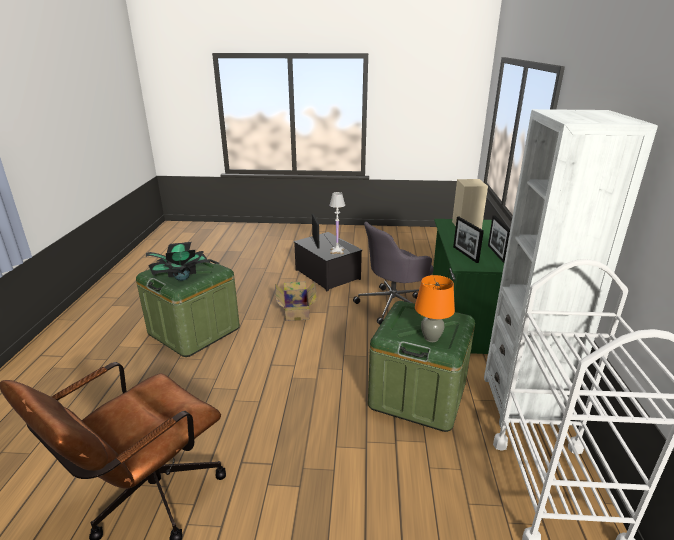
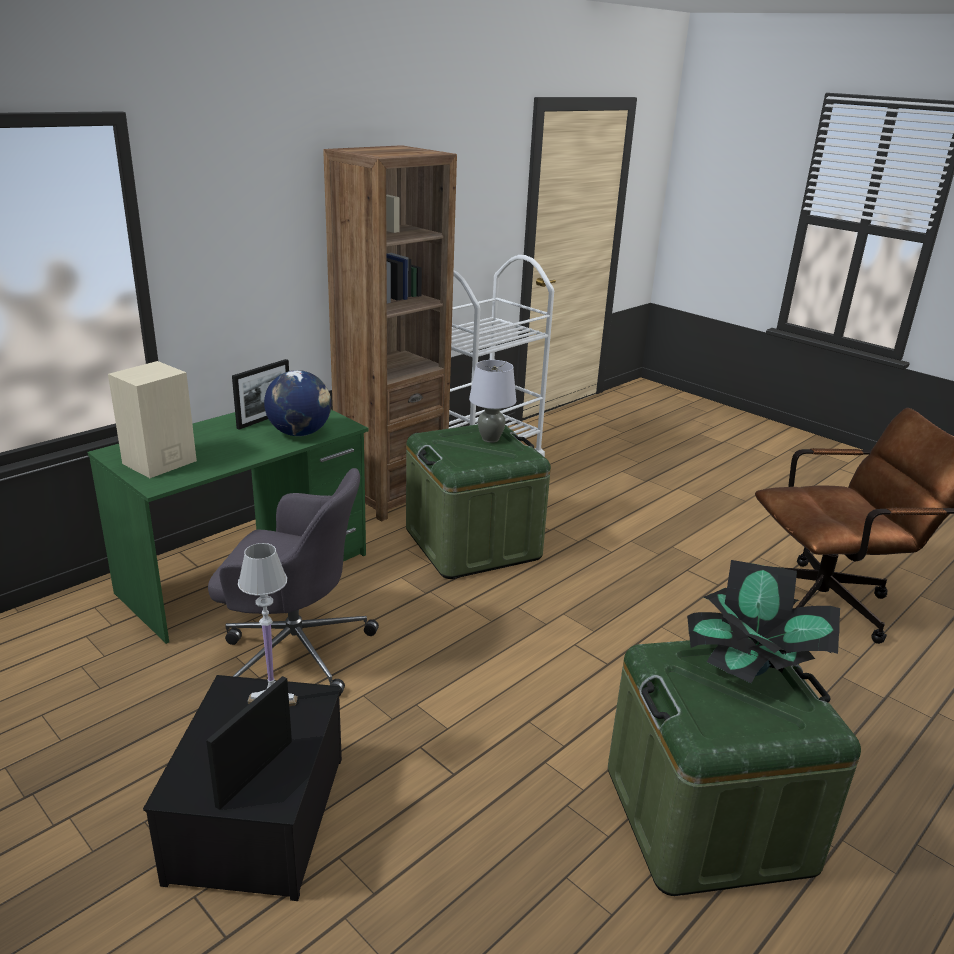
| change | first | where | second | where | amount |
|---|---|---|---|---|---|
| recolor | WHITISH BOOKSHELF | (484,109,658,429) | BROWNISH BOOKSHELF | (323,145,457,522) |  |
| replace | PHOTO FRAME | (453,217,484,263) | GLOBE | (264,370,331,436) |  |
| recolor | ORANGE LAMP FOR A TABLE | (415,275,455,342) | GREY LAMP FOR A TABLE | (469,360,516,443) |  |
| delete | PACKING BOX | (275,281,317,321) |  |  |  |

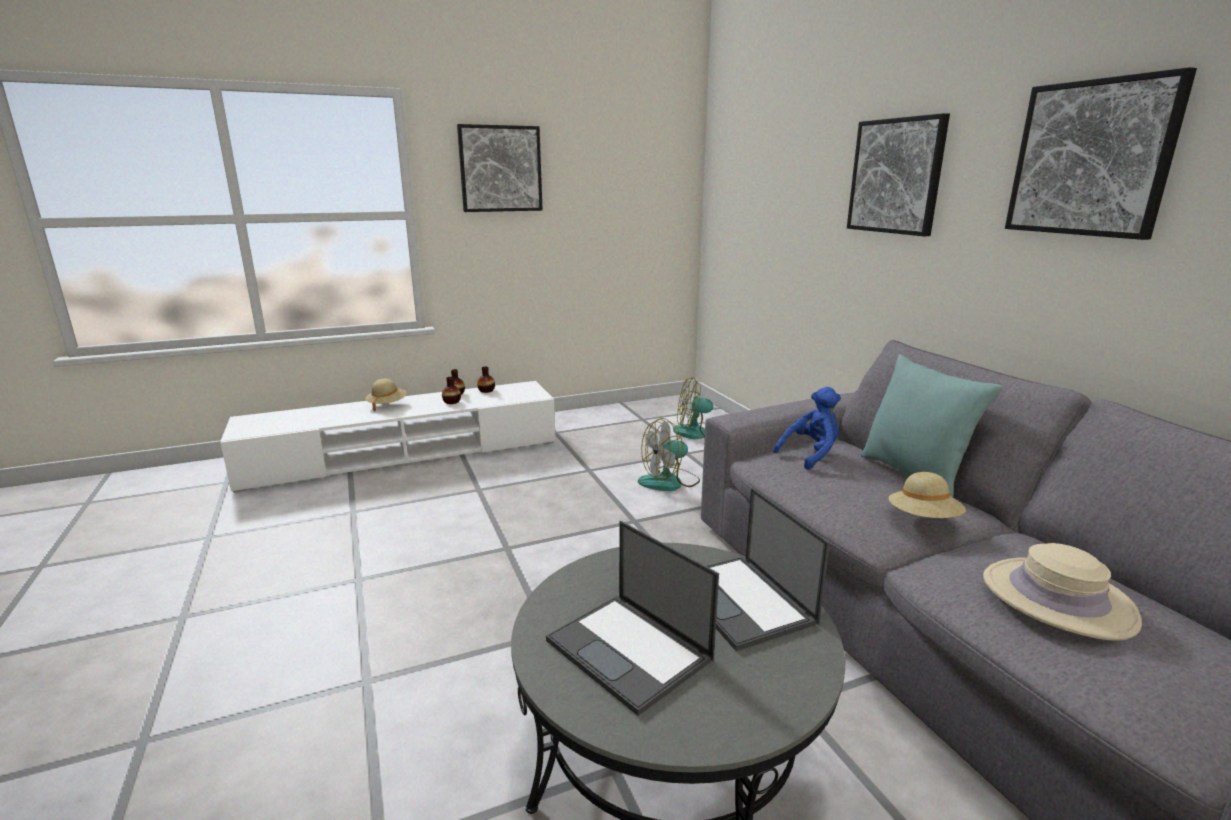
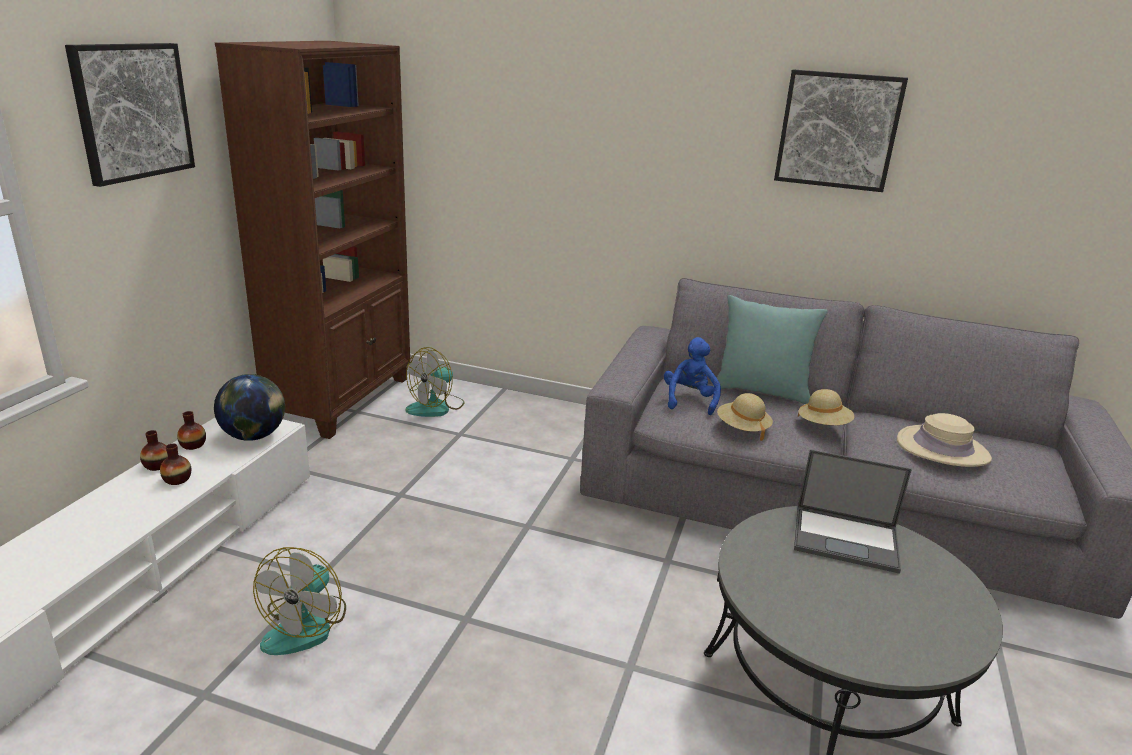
| change | first | where | second | where | amount |
|---|---|---|---|---|---|
| delete | WALL PICTURE | (847,113,950,236) |  |  |  |
| move | SAND-COLOURED CLOTHING HAT | (365,379,407,411) |  | (717,393,773,441) |  |
| move | ELECTRIC FAN | (638,418,700,491) |  | (253,547,346,655) |  |
| delete | PORTABLE COMPUTER | (546,521,719,716) |  |  |  |
| insert |  |  | BROWNISH BOOKSHELF | (215,41,410,439) |  |
| insert |  |  | GLOBE | (214,374,285,441) |  |

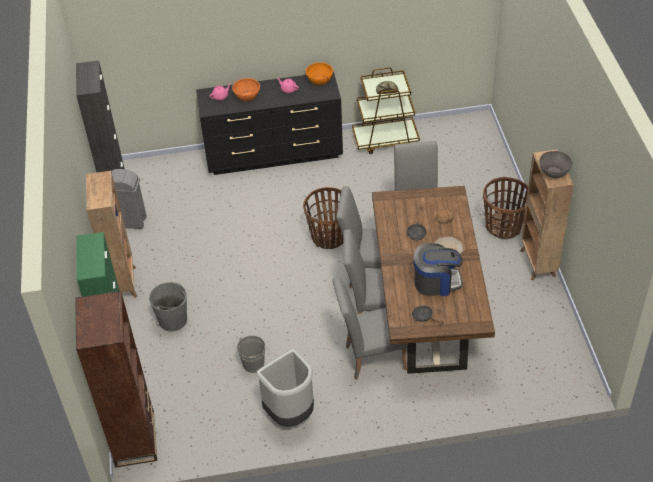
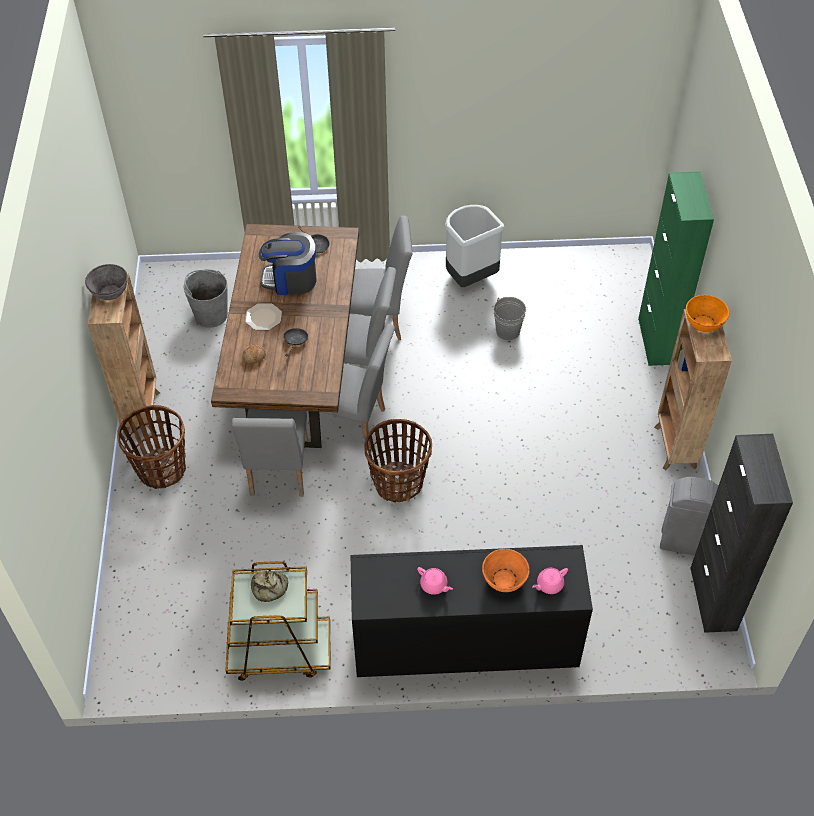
| change | first | where | second | where | amount |
|---|---|---|---|---|---|
| move | ORANGE SERVING BOWL | (306,62,333,85) |  | (686,295,729,332) |  |
| move | GREY WATER BUCKET | (149,282,187,332) |  | (183,269,228,328) |  |
| delete | BROWNISH BOOKSHELF | (75,291,157,467) |  |  |  |

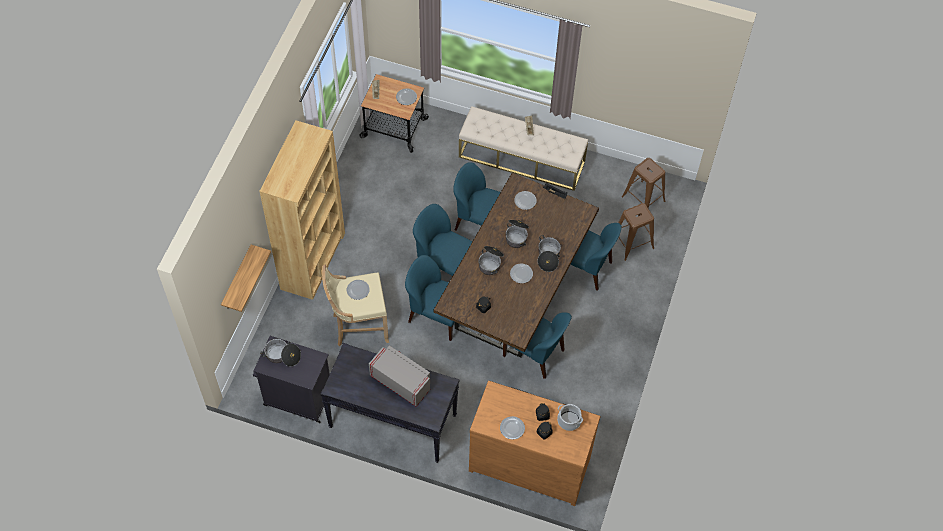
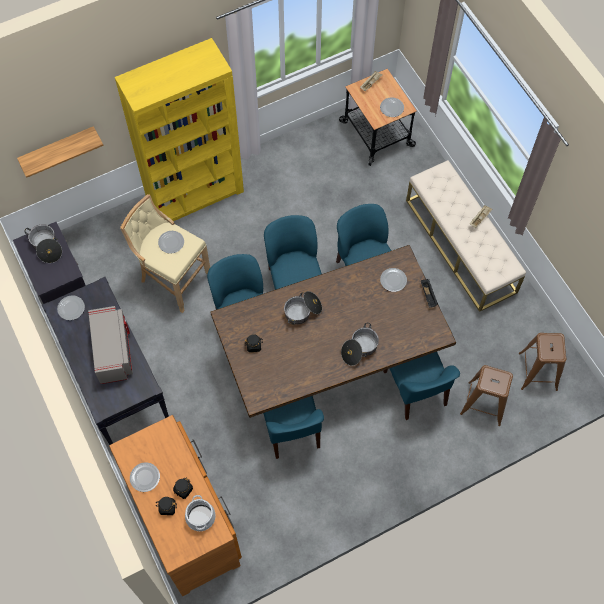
| change | first | where | second | where | amount |
|---|---|---|---|---|---|
| recolor | BROWNISH BOOKSHELF | (259,120,345,300) | YELLOWISH BOOKSHELF | (115,38,244,221) |  |
| delete | STOCKPOT | (506,220,529,248) |  |  |  |
| move | DINNER PLATE | (510,264,533,283) |  | (57,295,85,320) |  |

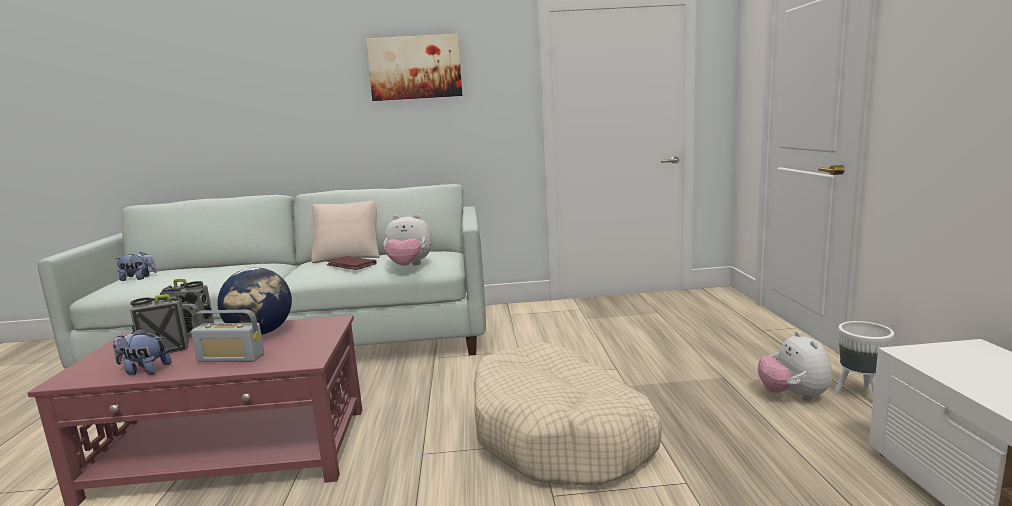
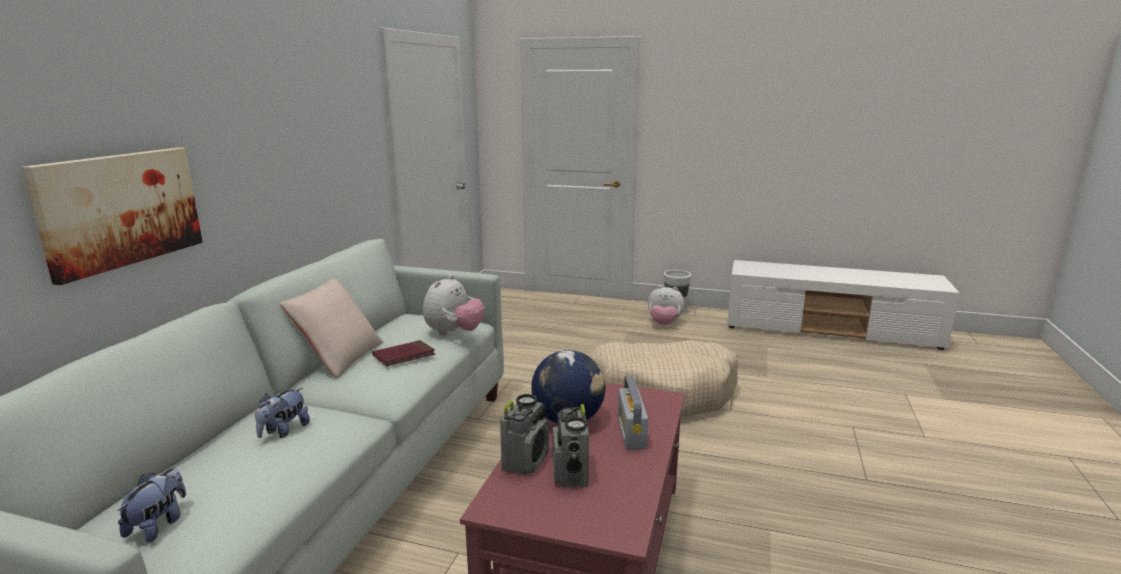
| change | first | where | second | where | amount |
|---|---|---|---|---|---|
| move | WALL PICTURE | (366,34,462,101) |  | (21,147,203,285) |  |
| rotate | RADIO | (191,310,264,362) |  | (618,376,648,450) | 150 degrees clockwise |
| move | PLUSH TOY | (113,328,171,375) |  | (255,388,310,438) |  |

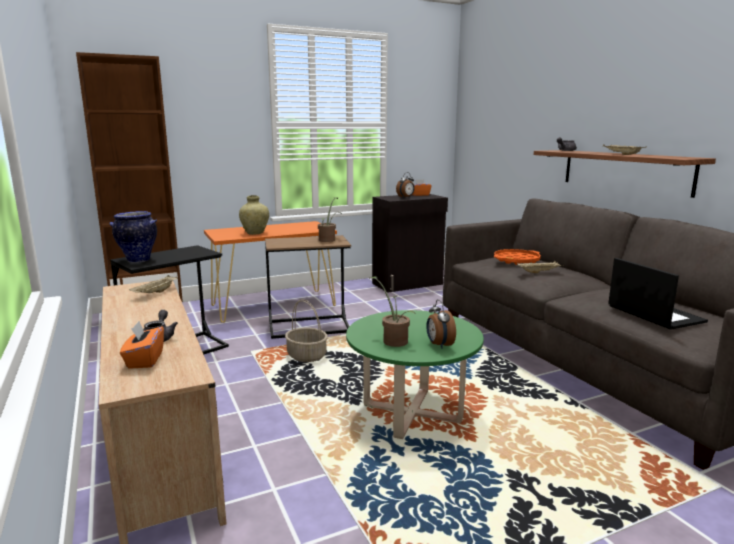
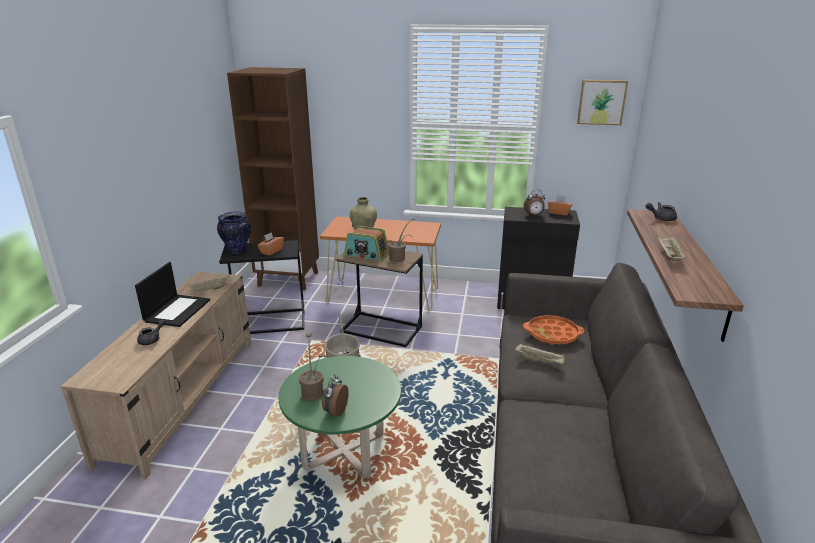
| change | first | where | second | where | amount |
|---|---|---|---|---|---|
| move | PORTABLE COMPUTER | (608,258,708,330) |  | (135,262,210,327) |  |
| move | ORANGE TISSUE HOLDER | (120,321,164,369) |  | (257,232,284,256) |  |
| insert |  |  | WALL PICTURE | (577,80,628,125) |  |
| insert |  |  | RADIO | (344,226,389,261) |  |

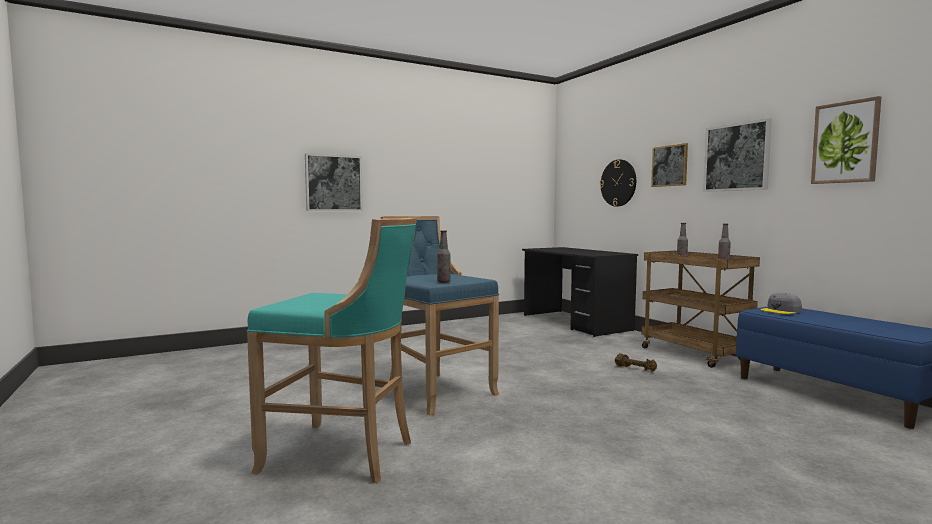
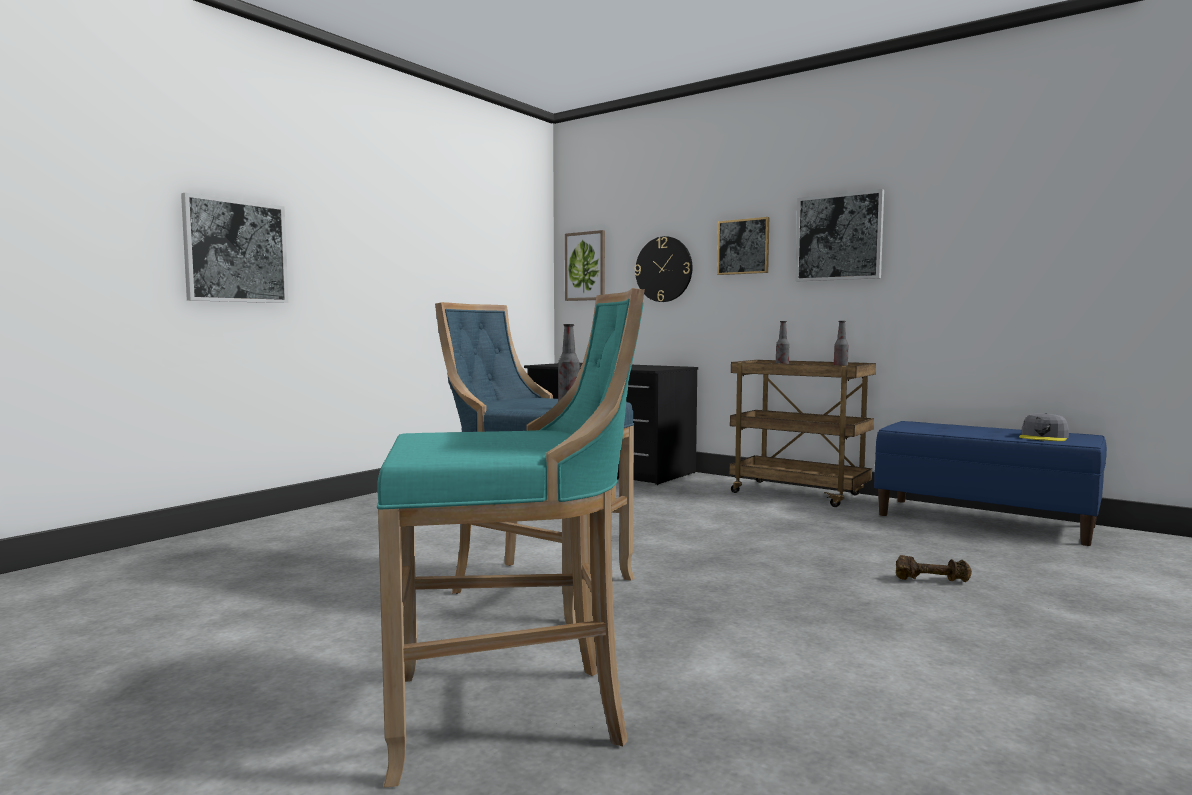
| change | first | where | second | where | amount |
|---|---|---|---|---|---|
| move | WALL PICTURE | (811,96,881,184) |  | (565,230,605,301) |  |
| move | GREY BASEBALL CAP | (761,293,802,314) |  | (1019,413,1069,441) |  |
| move | BROWNISH FREE WEIGHT | (615,353,657,372) |  | (896,555,972,582) |  |

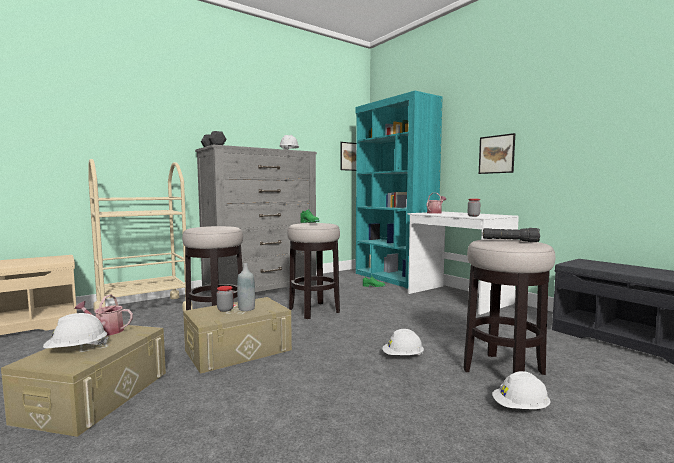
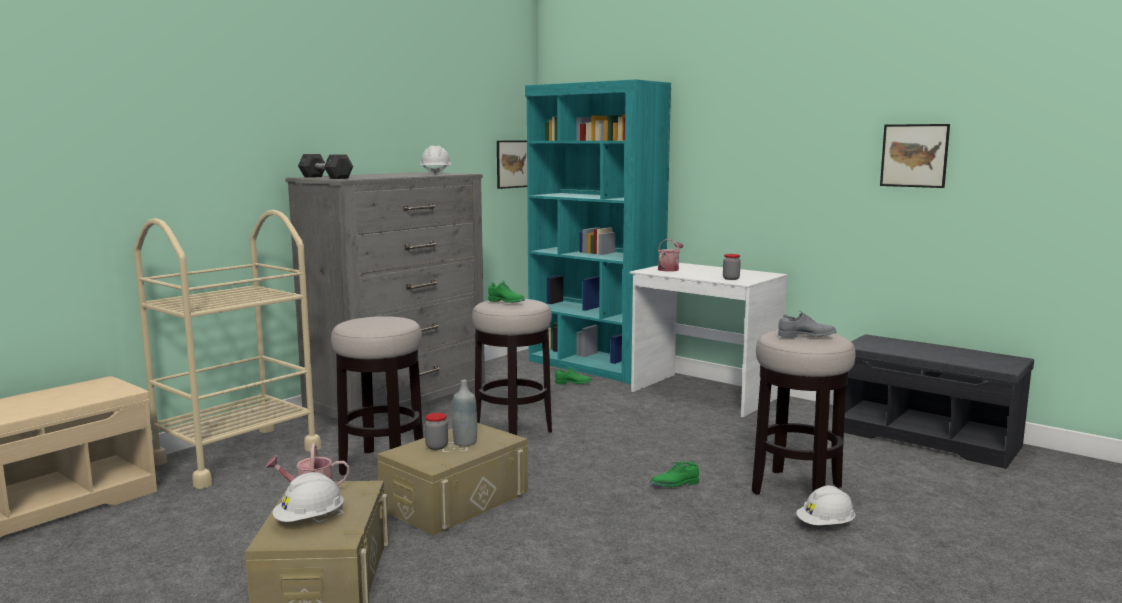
| change | first | where | second | where | amount |
|---|---|---|---|---|---|
| move | WALL PICTURE | (479,133,515,174) |  | (880,124,950,188) |  |
| replace | BLACK TORCH | (483,228,540,242) | GREY ITEM OF FOOTWEAR | (778,311,837,338) |  |
| replace | WHITISH HARD HAT | (383,329,424,356) | GREENISH ITEM OF FOOTWEAR | (650,461,699,487) |  |

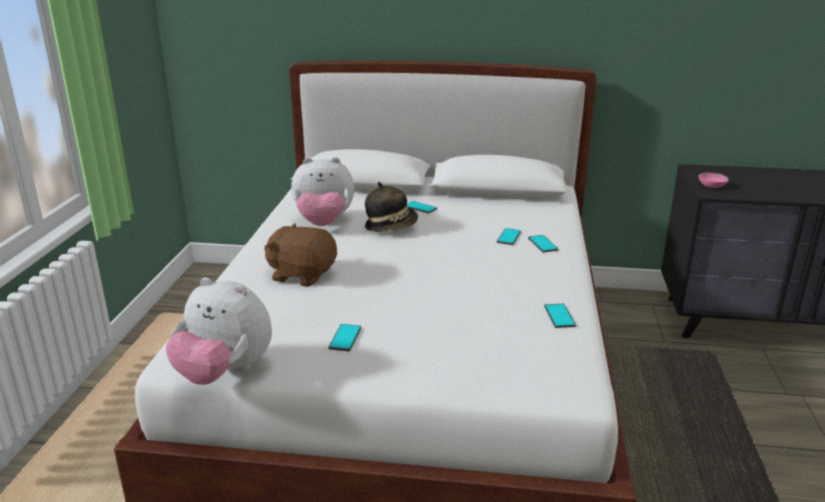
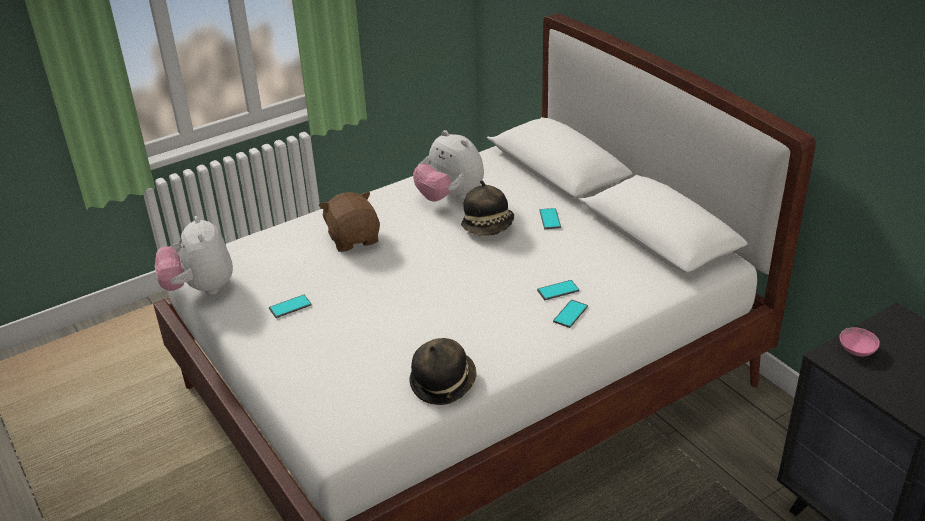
| change | first | where | second | where | amount |
|---|---|---|---|---|---|
| replace | HANDSET | (544,304,576,328) | CLOTHING HAT | (409,338,477,405) |  |

